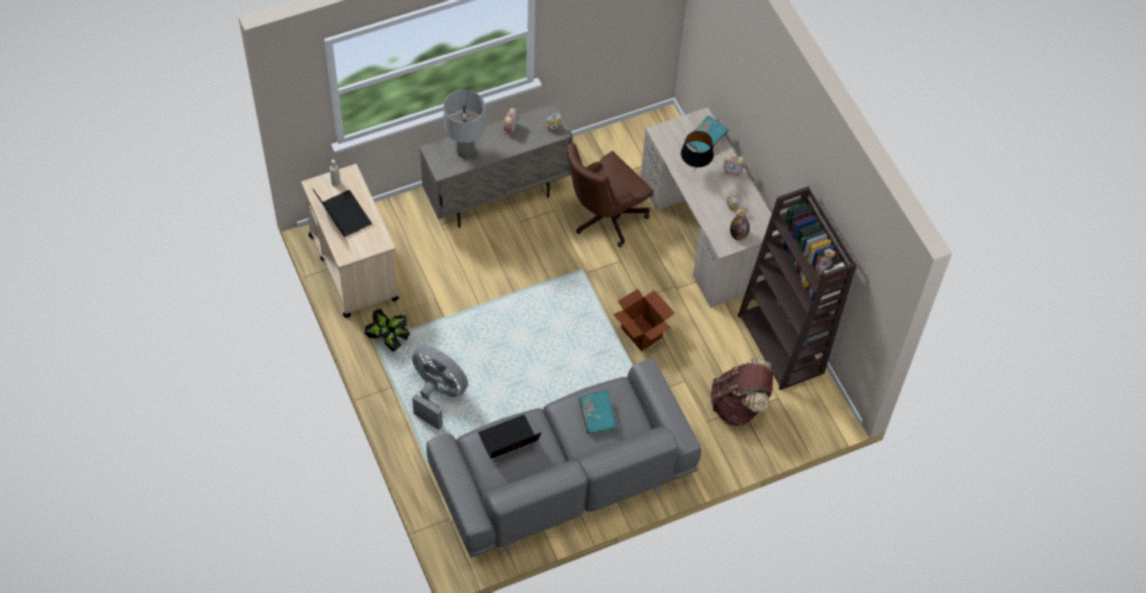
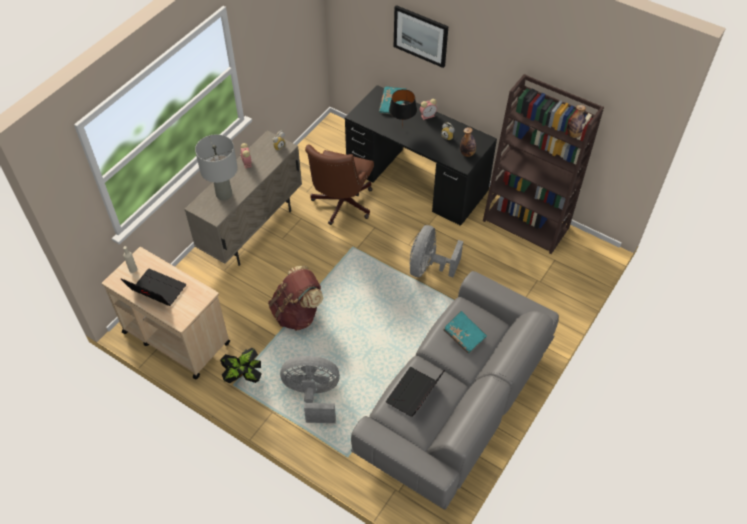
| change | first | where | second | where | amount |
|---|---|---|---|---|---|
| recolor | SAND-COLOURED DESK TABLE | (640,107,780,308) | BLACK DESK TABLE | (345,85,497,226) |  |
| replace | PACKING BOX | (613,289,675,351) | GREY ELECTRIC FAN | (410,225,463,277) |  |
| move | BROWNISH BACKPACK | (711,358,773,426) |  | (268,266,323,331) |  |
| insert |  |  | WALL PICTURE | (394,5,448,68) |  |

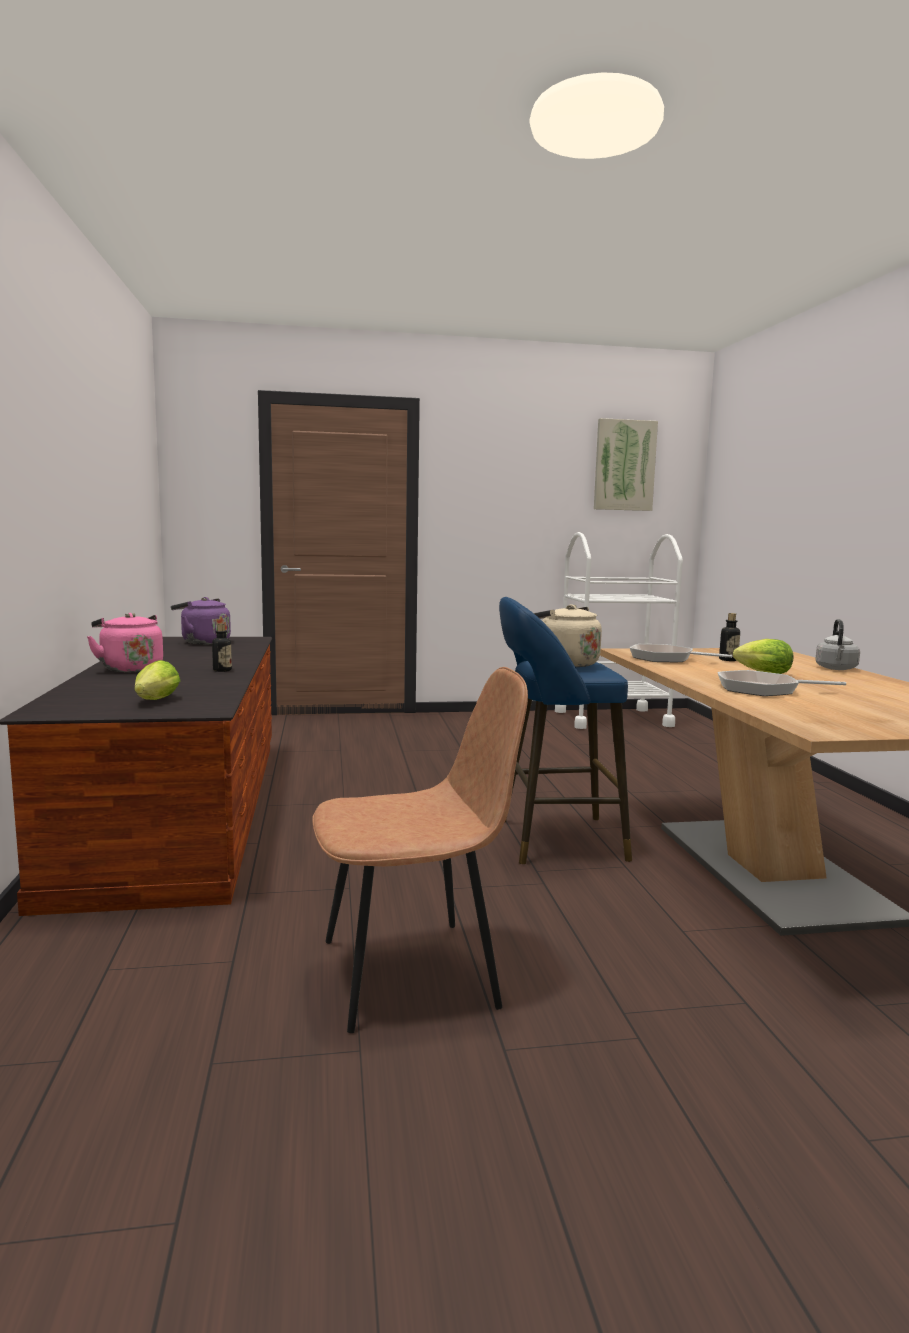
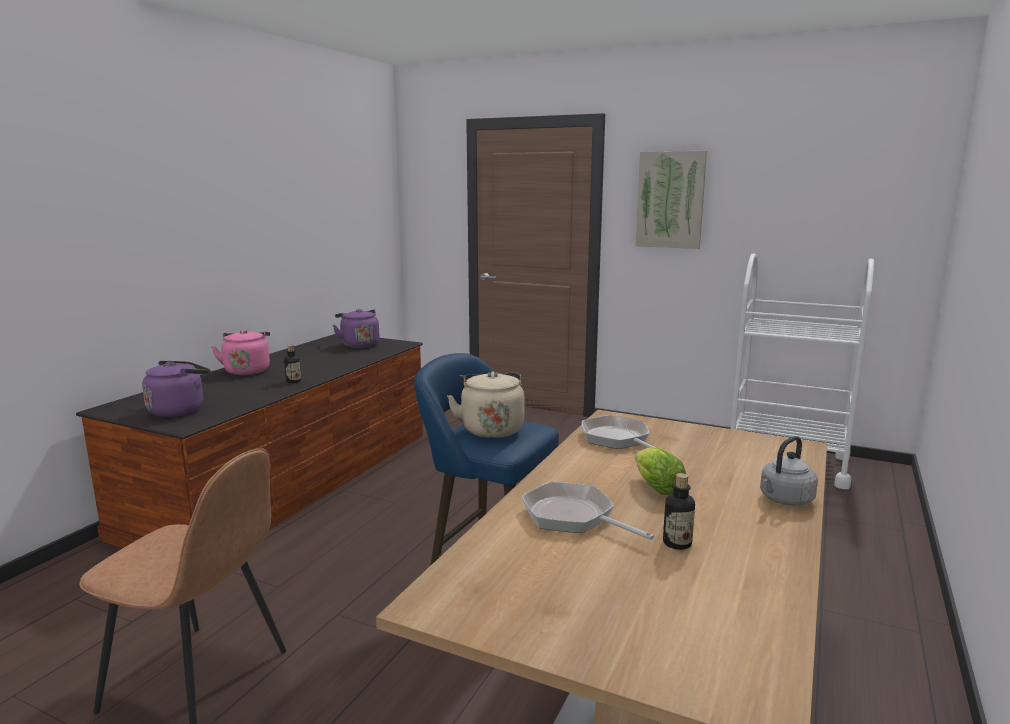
| change | first | where | second | where | amount |
|---|---|---|---|---|---|
| move | WALL PICTURE | (594,418,658,511) |  | (636,151,707,249) |  |
| move | BOTTLE | (719,613,740,661) |  | (663,473,695,550) |  |
| replace | HEAD OF LETTUCE | (134,660,180,700) | PURPLE WATER KETTLE | (142,361,210,417) |  |

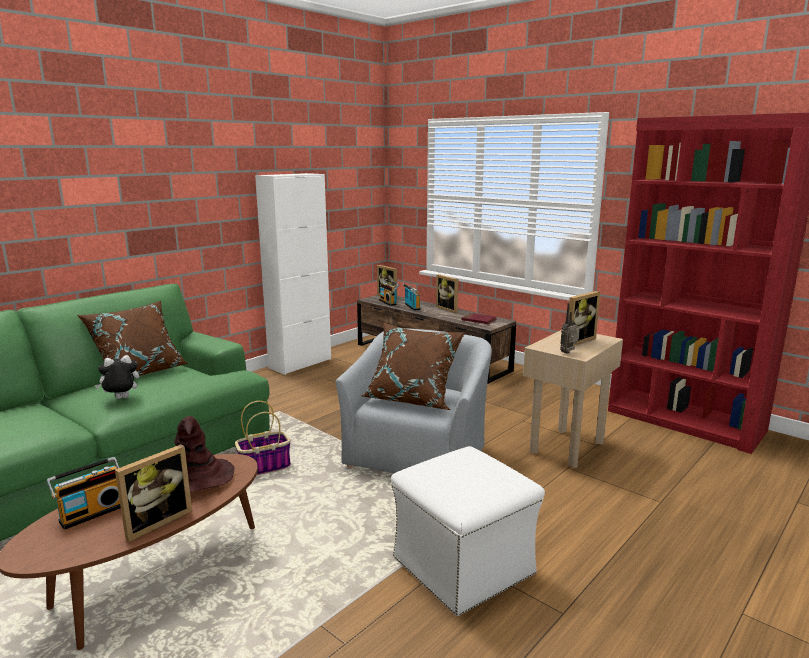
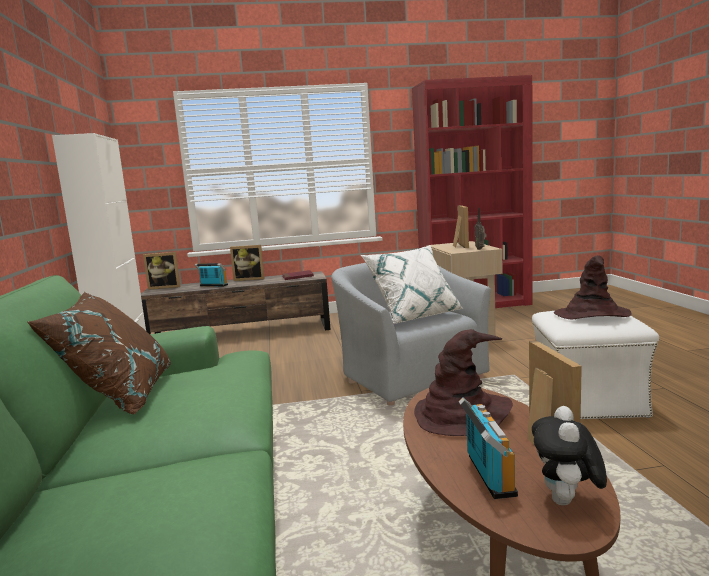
| change | first | where | second | where | amount |
|---|---|---|---|---|---|
| delete | RADIO | (379,279,400,306) |  |  |  |
| recolor | BROWNISH PILLOW | (361,323,465,410) | WHITISH PILLOW | (361,245,463,324) |  |
| move | PLUSH TOY | (95,355,139,399) |  | (532,406,607,505) |  |
| delete | BASKET | (235,401,291,476) |  |  |  |
| insert |  |  | BROWNISH CLOTHING HAT | (554,255,632,320) |  |

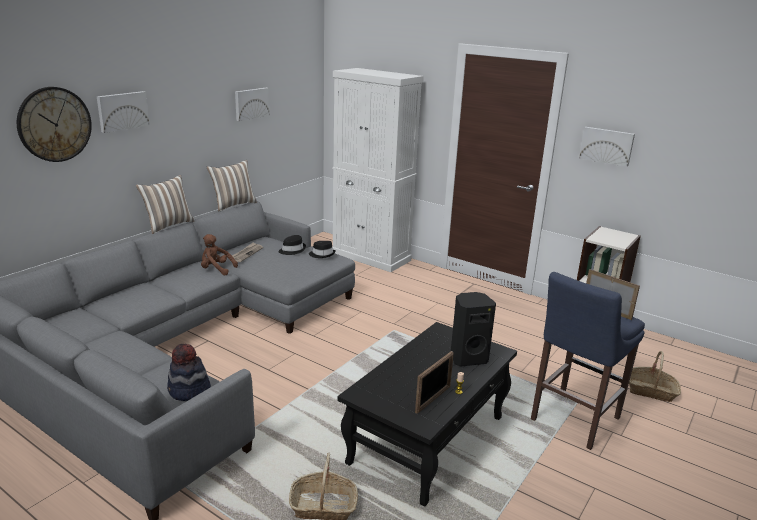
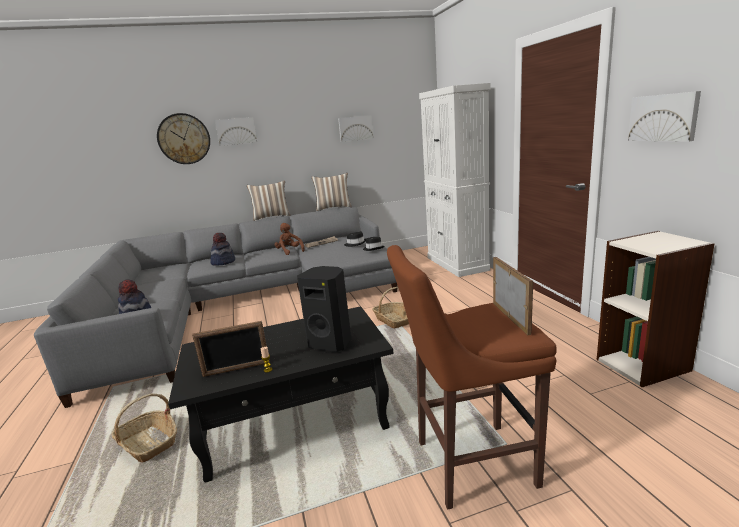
| change | first | where | second | where | amount |
|---|---|---|---|---|---|
| recolor | BLUE STOOL | (531,272,645,450) | BROWNISH STOOL | (387,245,557,510) |  |
| move | BASKET | (629,351,681,402) |  | (372,287,409,328) |  |
| insert |  |  | CLOTHING HAT | (210,233,235,266) |  |

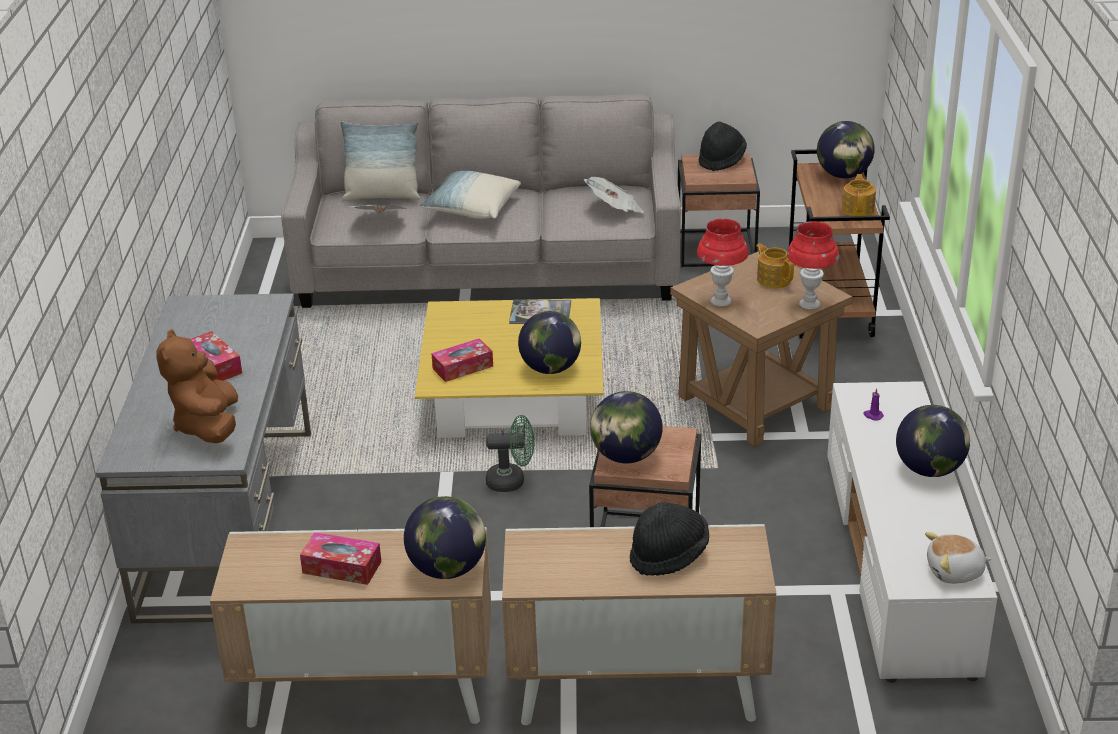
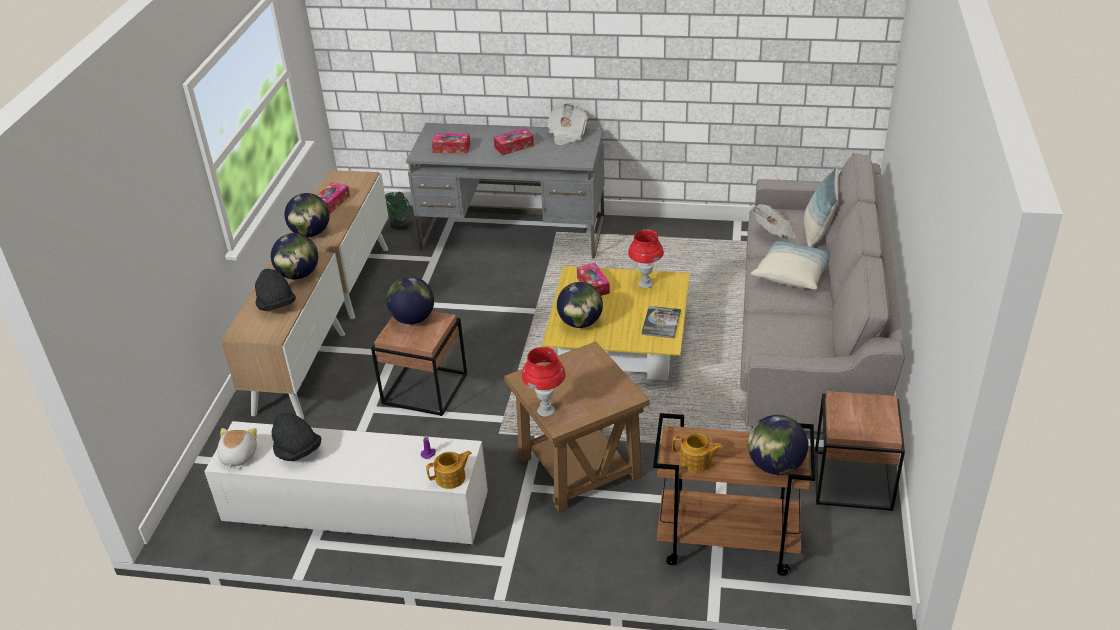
| change | first | where | second | where | amount |
|---|---|---|---|---|---|
| move | BLACK CLOTHING HAT | (699,122,747,171) |  | (272,413,321,461) |  |
| move | PRINTED PAPER | (584,177,644,213) |  | (547,103,588,145) |  |
| move | RED LAMP FOR A TABLE | (697,219,748,307) |  | (628,229,664,288) |  |
| move | POT FOR TEA | (756,243,794,288) |  | (426,451,472,489) |  |
| replace | BROWNISH PLUSH TOY | (156,329,238,443) | TISSUE HOLDER | (432,133,470,153) |  |
| move | GLOBE | (896,405,970,477) |  | (271,233,318,279) |  |
| move | GREENISH ELECTRIC FAN | (486,415,534,492) |  | (385,192,413,230) |  |

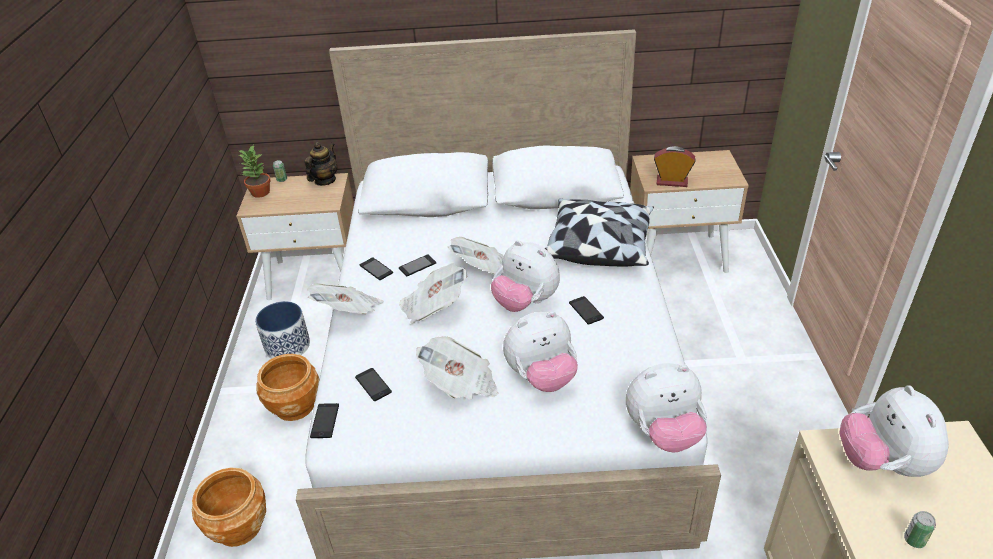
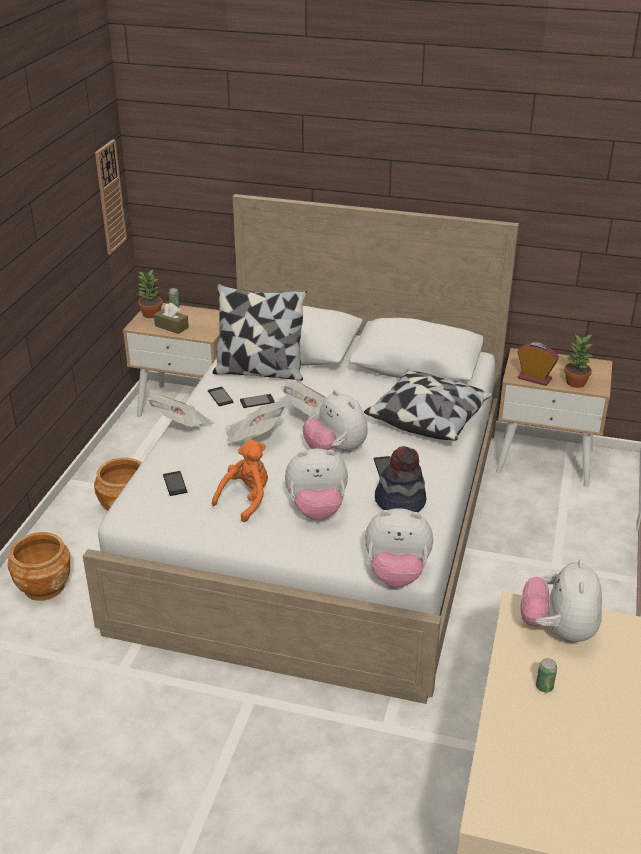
| change | first | where | second | where | amount |
|---|---|---|---|---|---|
| delete | POT FOR TEA | (305,142,338,186) |  |  |  |
| delete | PLANTER | (255,301,310,359) |  |  |  |
| replace | PRINTED PAPER | (416,336,498,400) | ORANGE PLUSH TOY | (212,440,268,522) |  |
| delete | HANDSET | (310,403,339,438) |  |  |  |
| insert |  |  | HANGING CLOCK | (95,139,127,255) |  |
| insert |  |  | PILLOW | (213,284,307,381) |  |
| insert |  |  | BROWNISH TISSUE HOLDER | (154,303,189,334) |  |
| insert |  |  | PLANT IN A POT | (564,335,592,388) |  |
| insert |  |  | CLOTHING HAT | (375,446,426,512) |  |

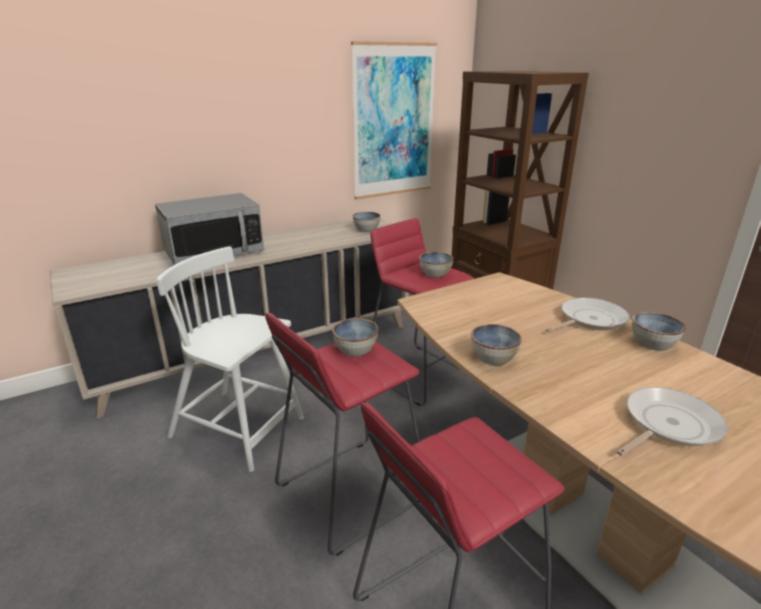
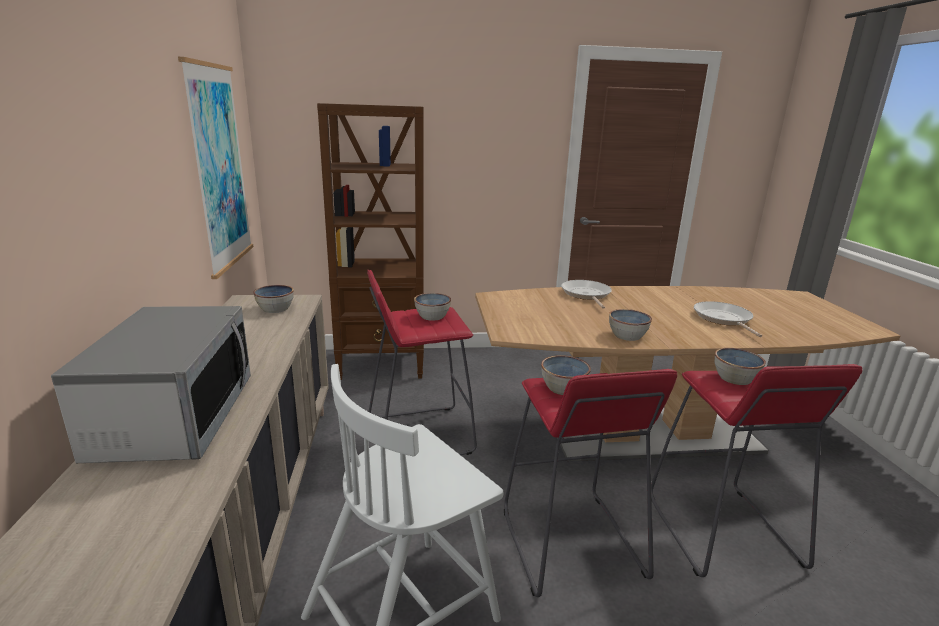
| change | first | where | second | where | amount |
|---|---|---|---|---|---|
| move | SERVING BOWL | (632,312,686,351) |  | (715,348,766,385) |  |

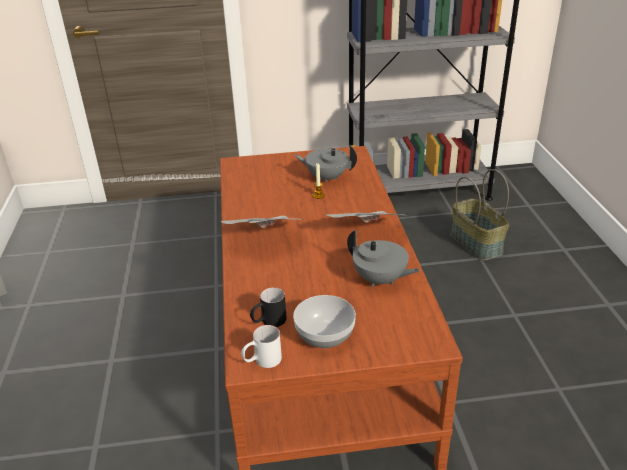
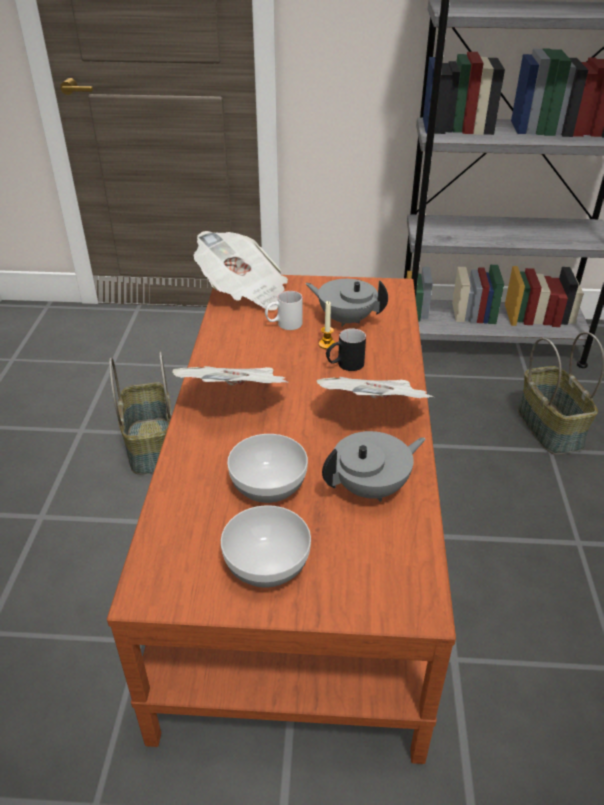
| change | first | where | second | where | amount |
|---|---|---|---|---|---|
| rotate | GREY POT FOR TEA | (347,230,420,287) |  | (322,431,426,502) | 75 degrees counterclockwise |
| move | BLACK COFFEE MUG | (250,287,287,327) |  | (326,328,366,371) |  |
| move | WHITISH COFFEE MUG | (241,325,282,368) |  | (265,291,302,330) |  |
| insert |  |  | PRINTED PAPER | (193,231,288,310) |  |
| insert |  |  | BASKET | (109,351,172,475) |  |
| insert |  |  | SERVING BOWL | (227,434,308,503) |  |

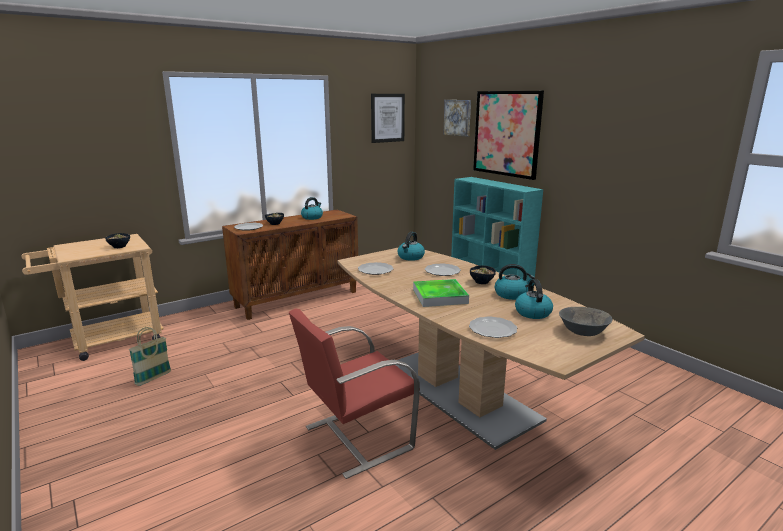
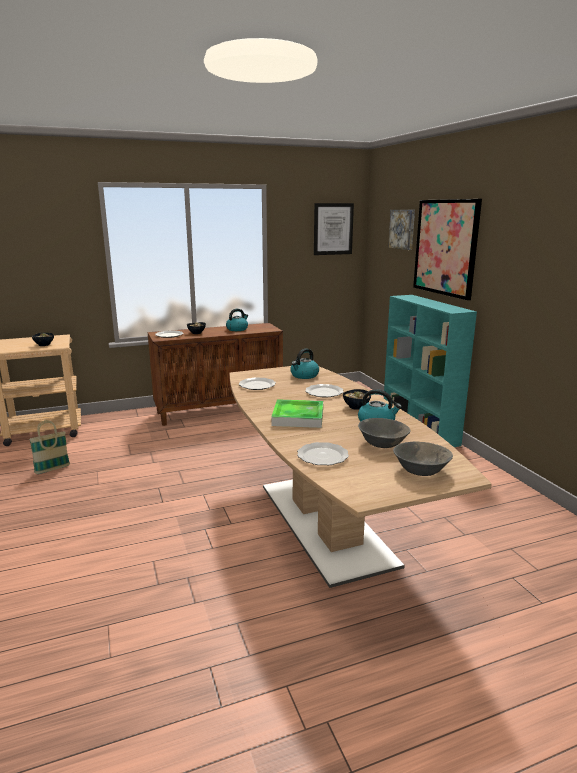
| change | first | where | second | where | amount |
|---|---|---|---|---|---|
| replace | WATER KETTLE | (515,279,553,319) | GREY SERVING BOWL | (358,418,411,448) |  |
| delete | RED UPRIGHT CHAIR | (289,308,420,479) |  |  |  |

